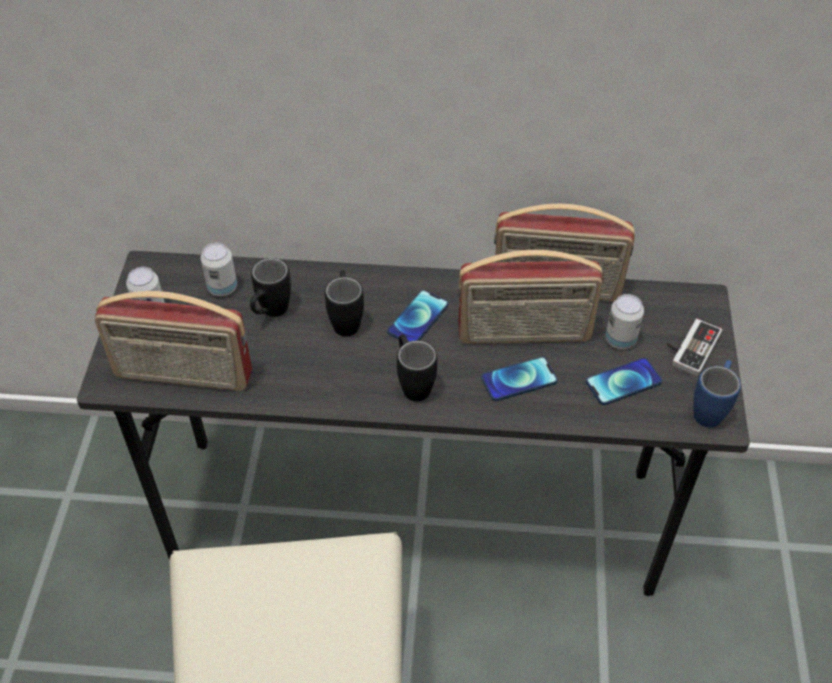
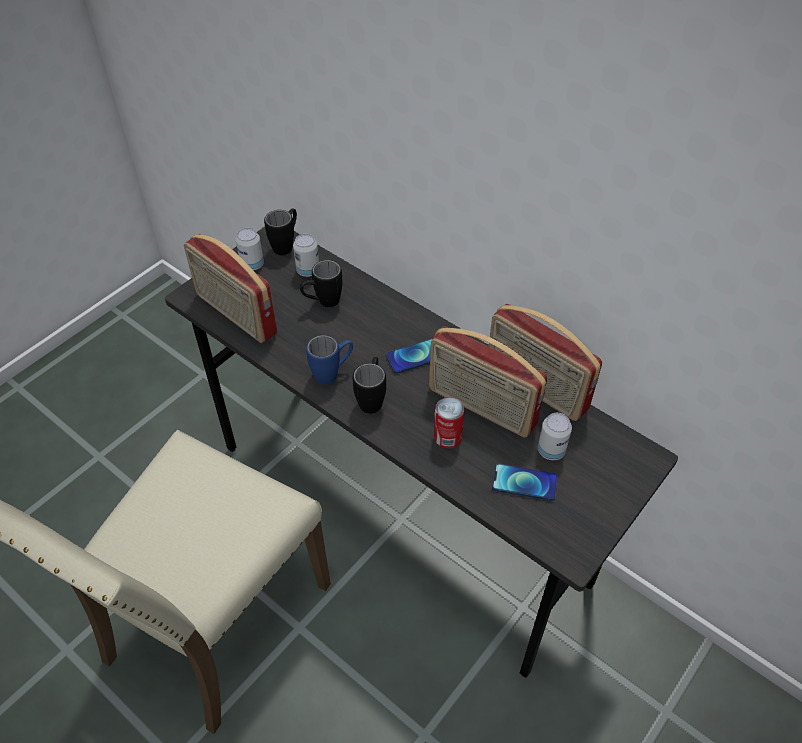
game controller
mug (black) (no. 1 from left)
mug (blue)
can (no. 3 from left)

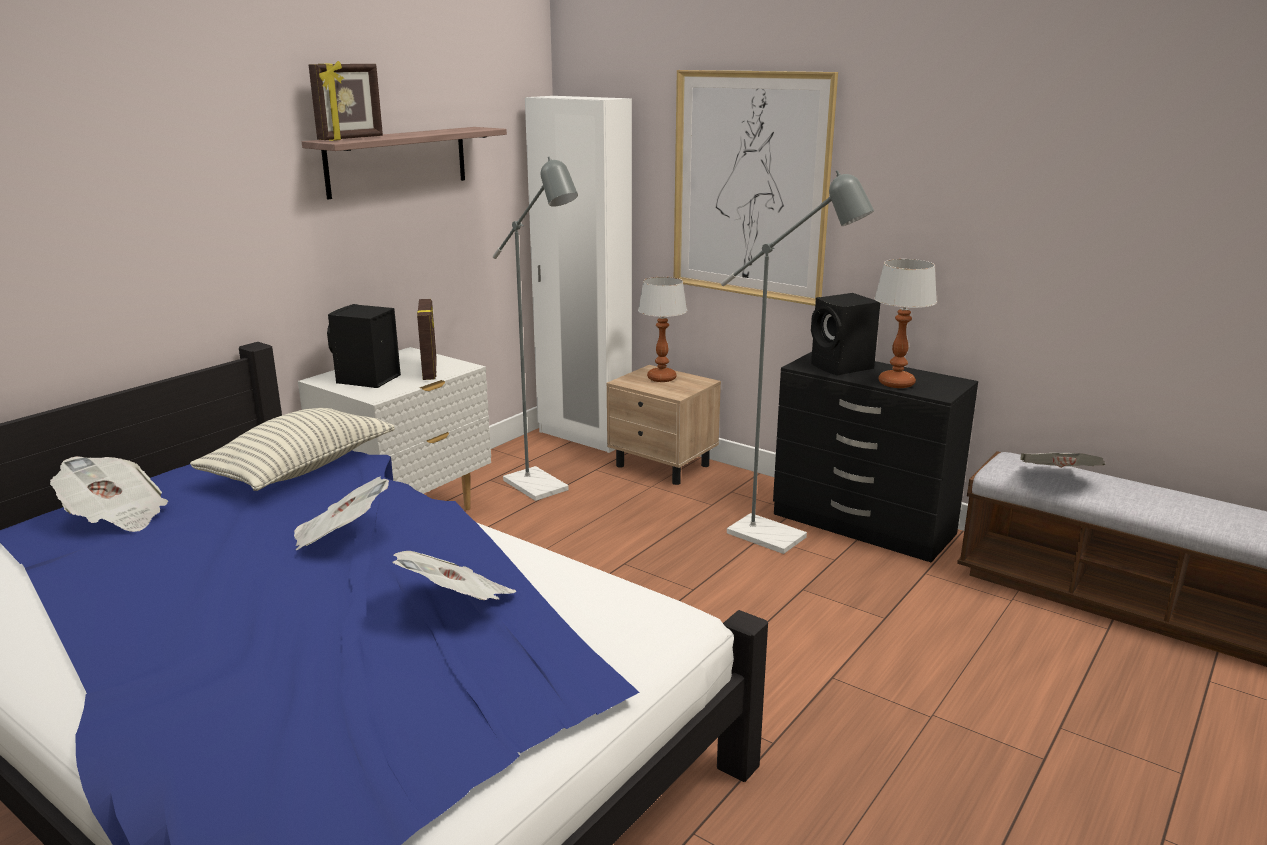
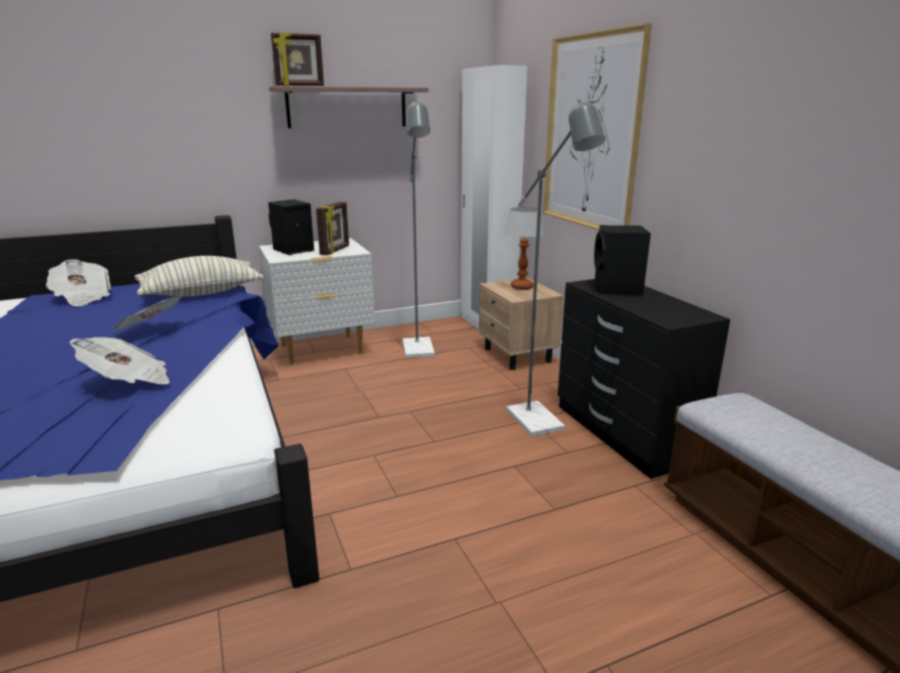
table lamp (no. 2 from left in the first image)
newspaper (no. 4 from left in the first image)

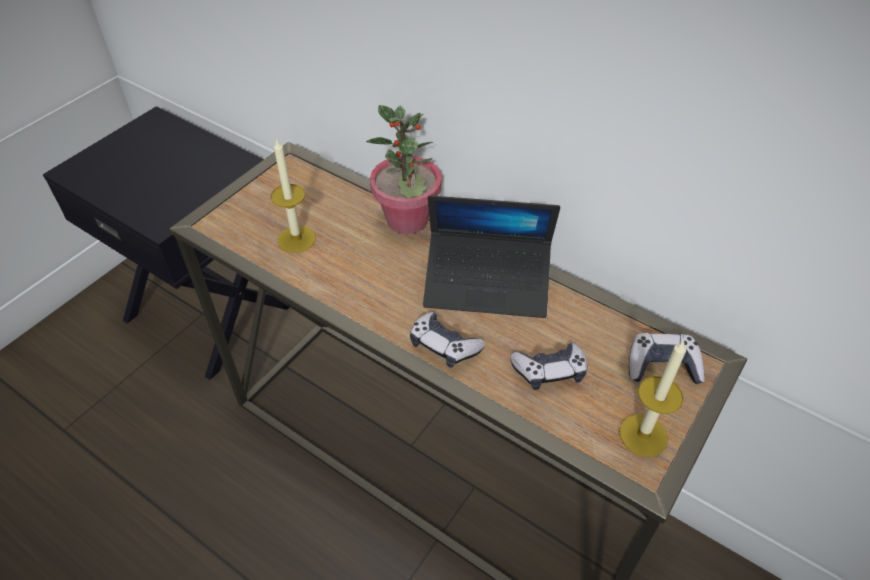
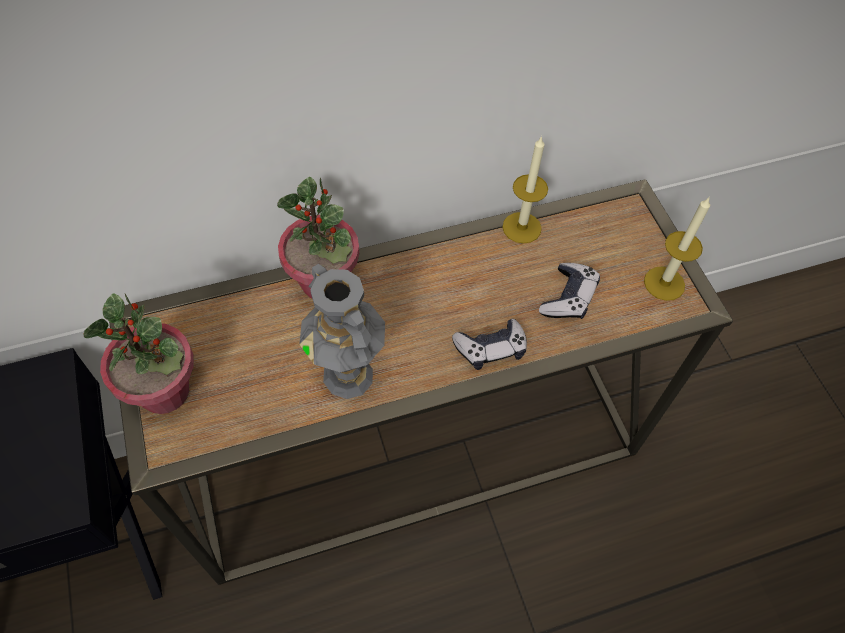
laptop
game controller (no. 3 from left in the first image)
potted plant (no. 1 from left)
vase (grey)
candle (no. 1 from left)

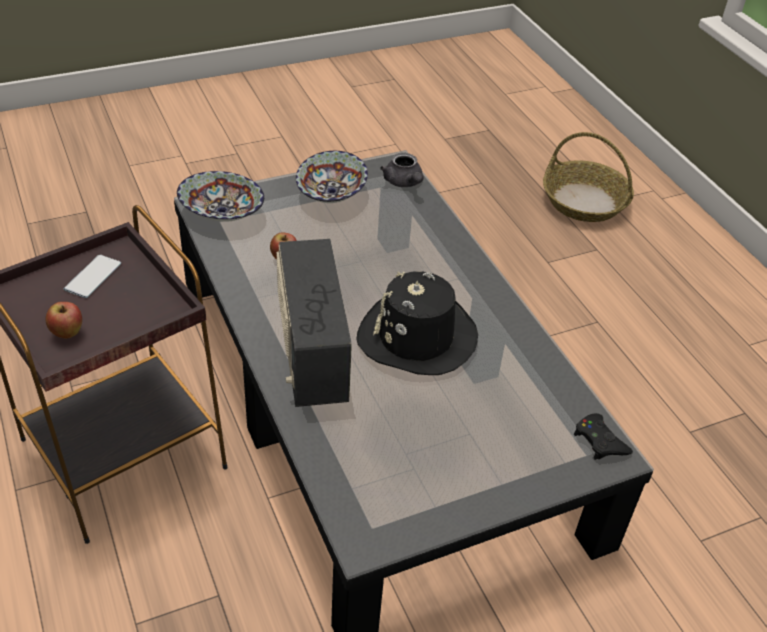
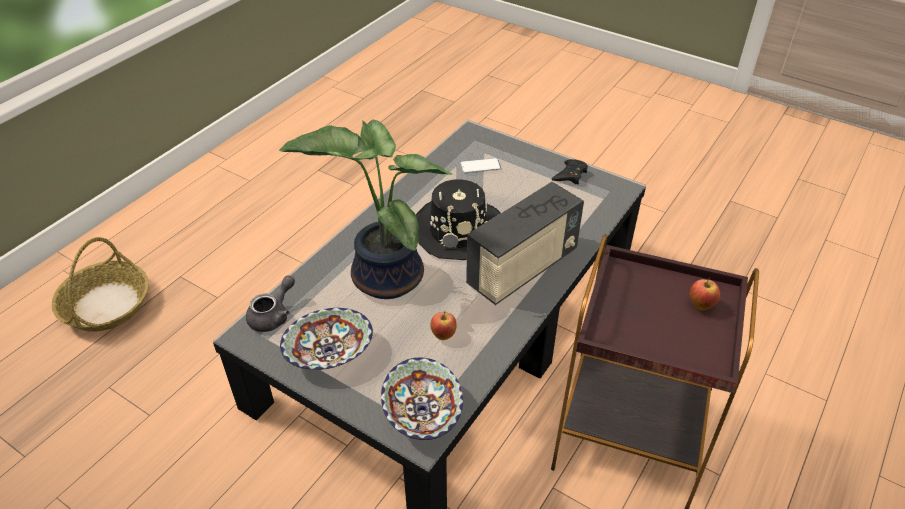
potted plant
phone
game controller (black)

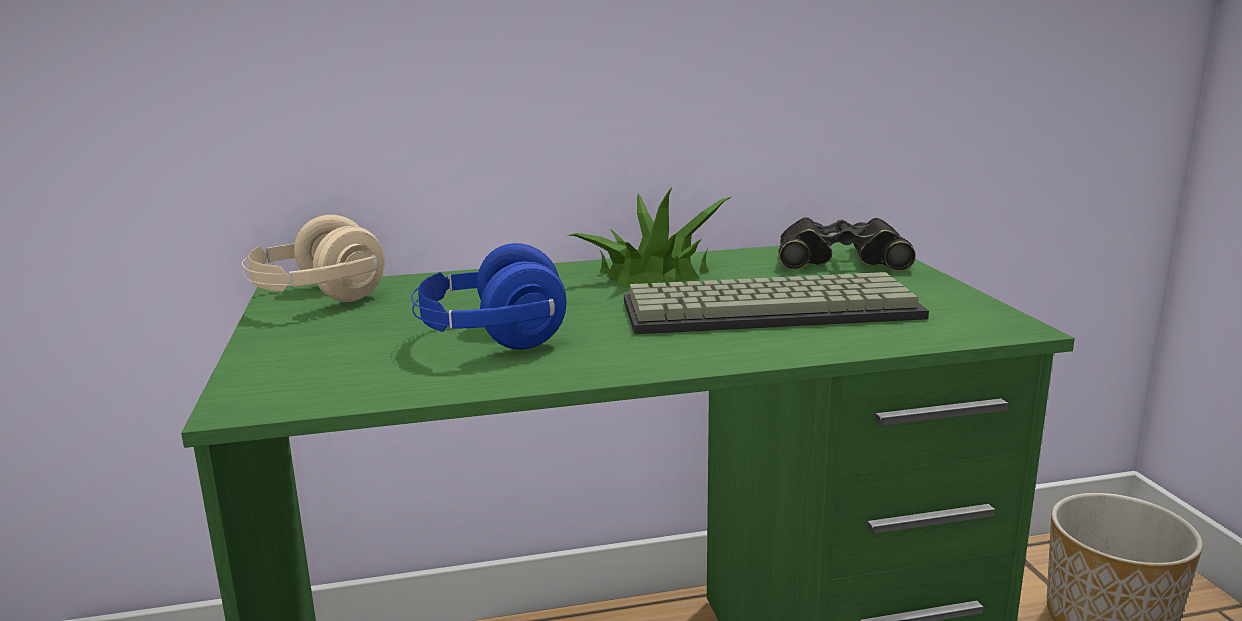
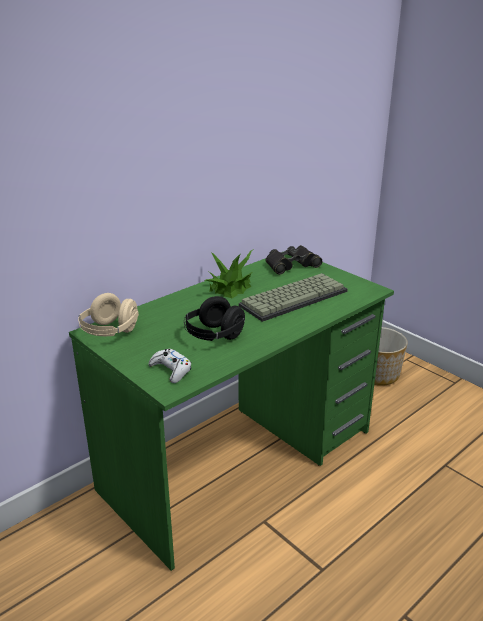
game controller (white)
headphones (black)

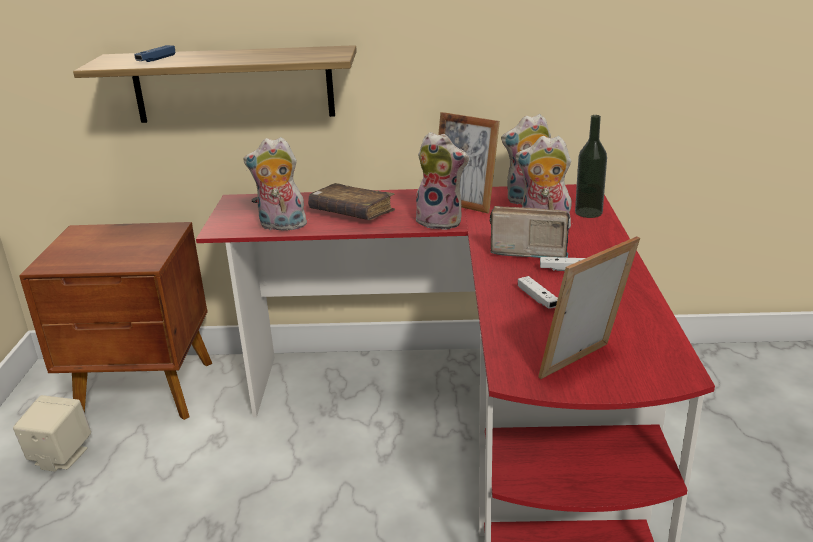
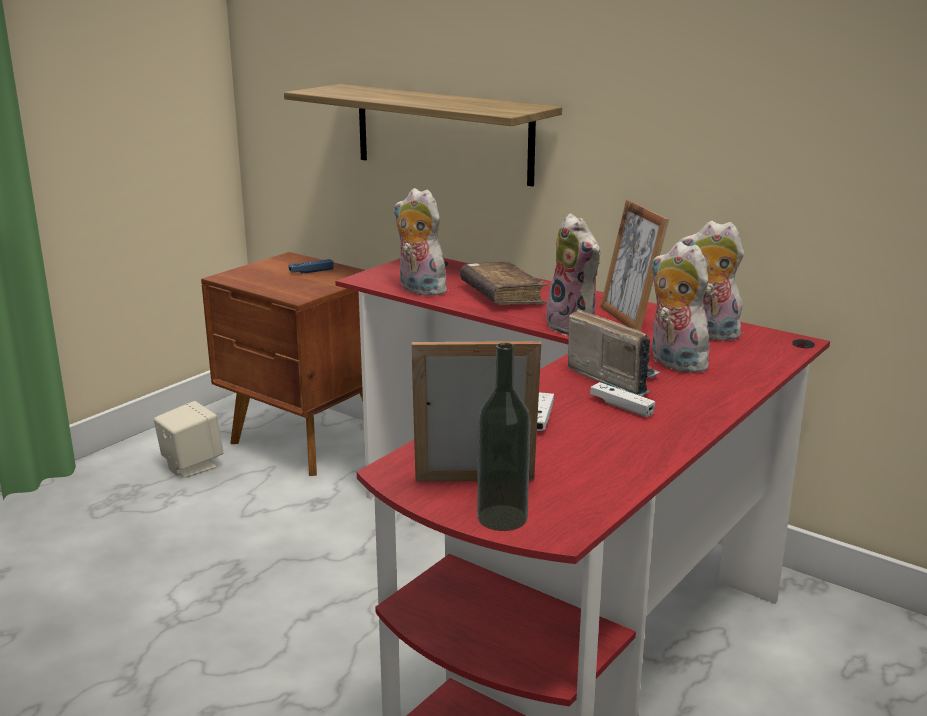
game controller (blue)
bottle

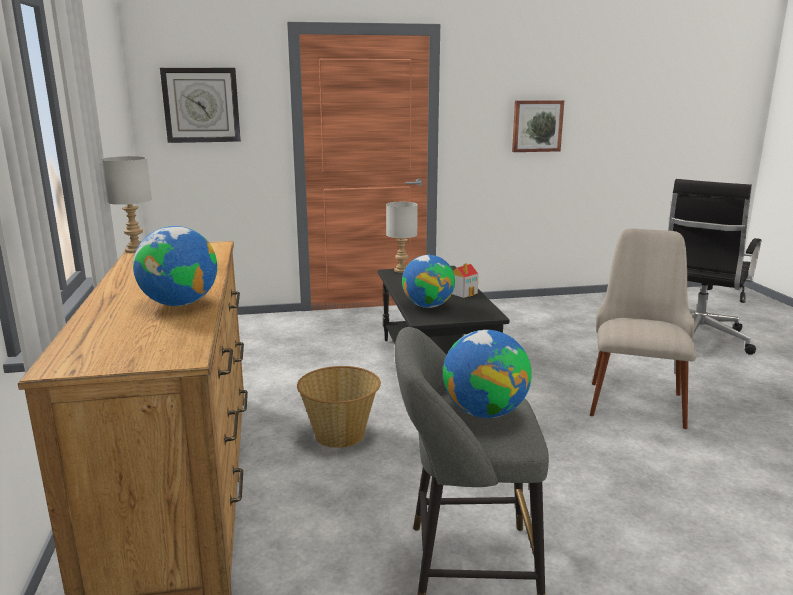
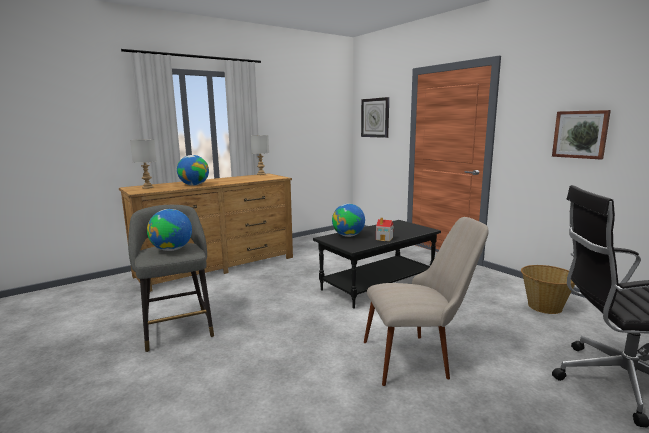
basket
table lamp (grey) (no. 1 from left)

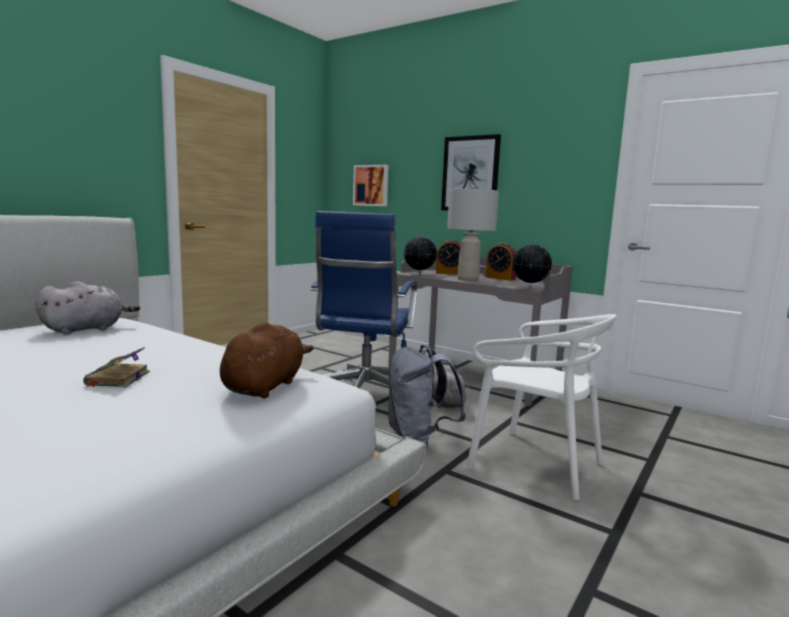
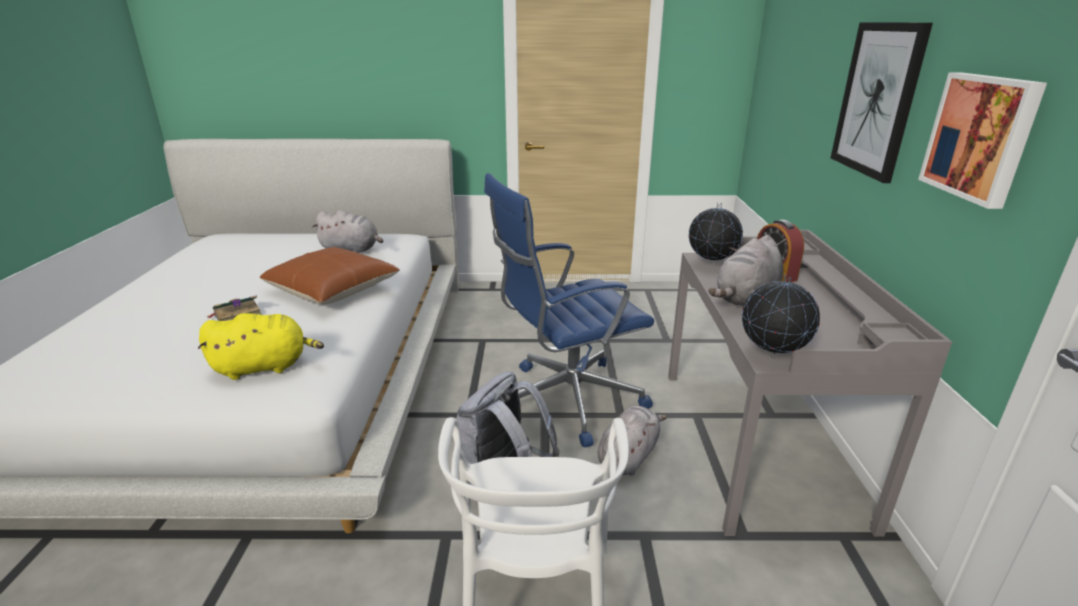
alarm clock (no. 2 from left in the first image)
pillow (brown)
picture (no. 2 from left)
plush toy (grey) (no. 3 from left)
plush toy (yellow)

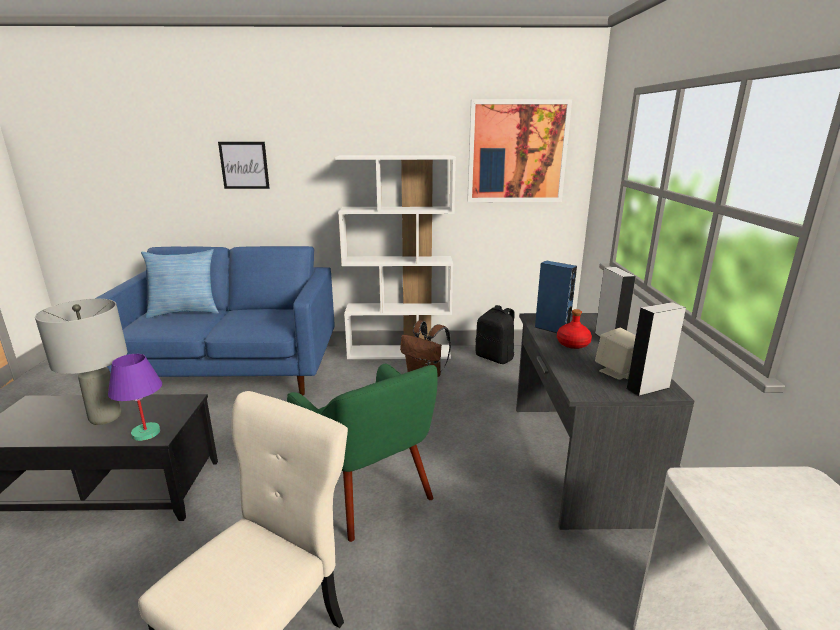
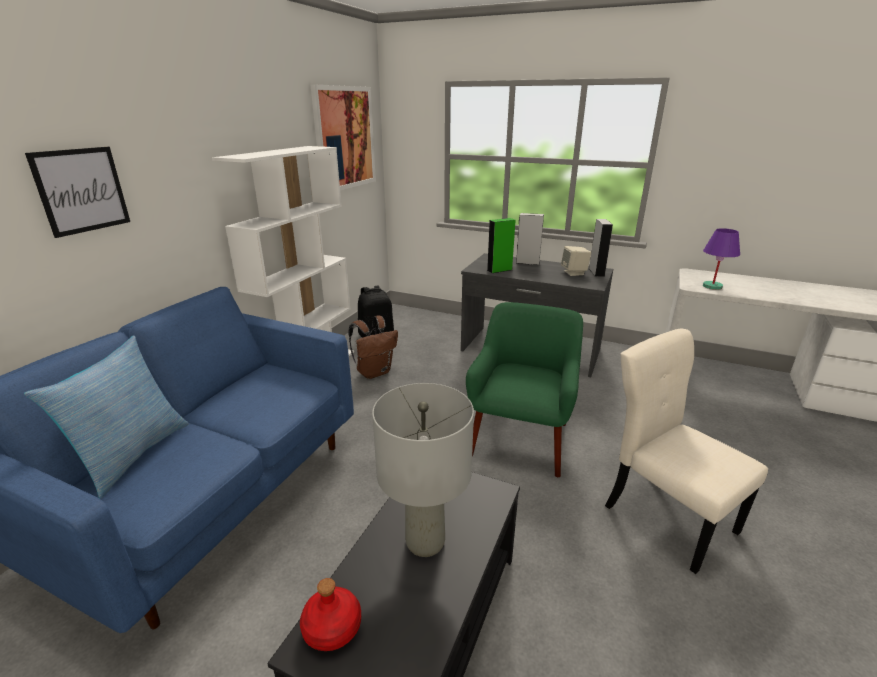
table lamp (purple)
bottle (red)
speaker (green)
armchair (green)

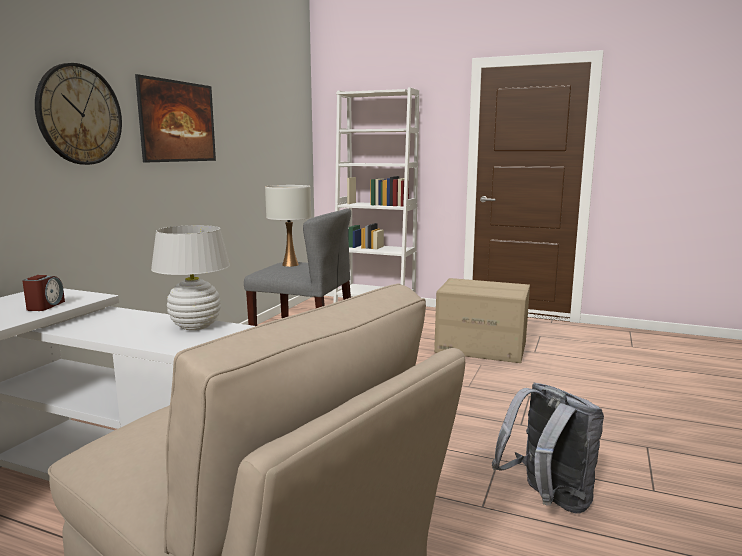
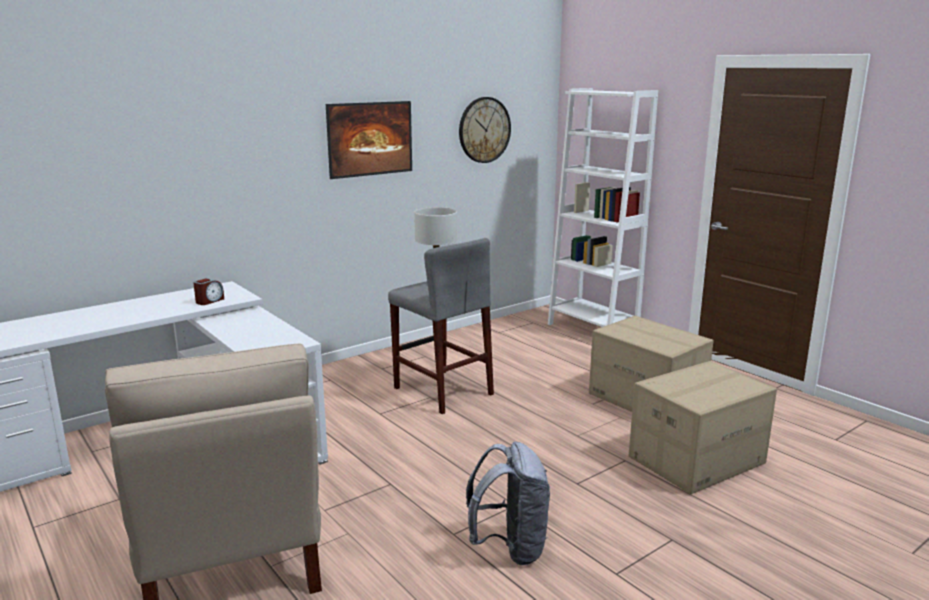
table lamp (white) (no. 1 from left in the first image)
cardboard box (no. 2 from left)
wall clock

